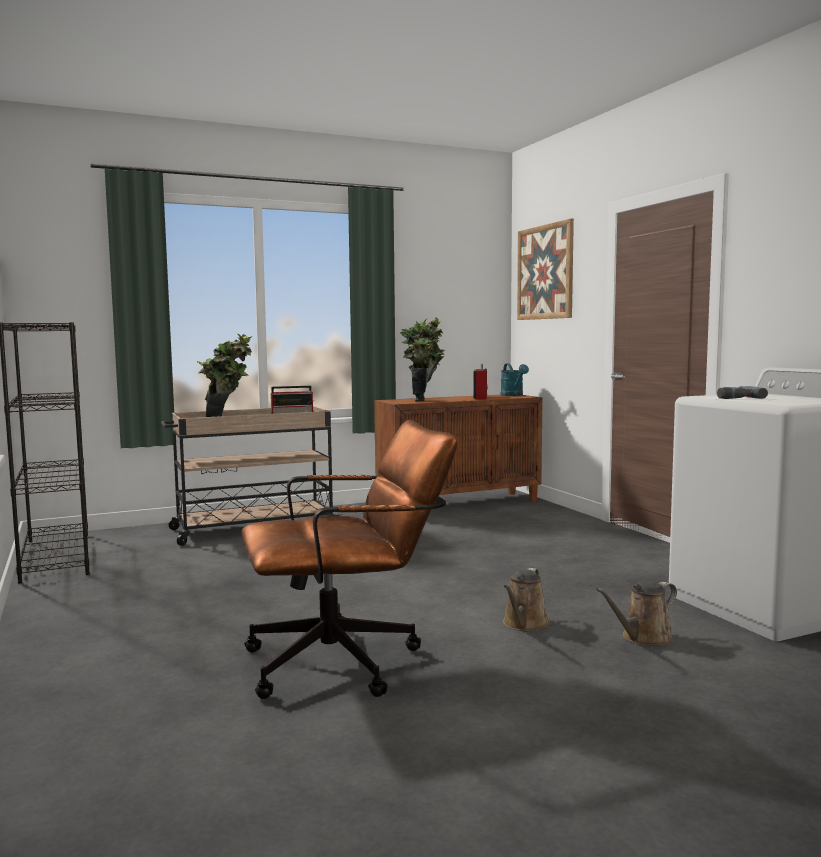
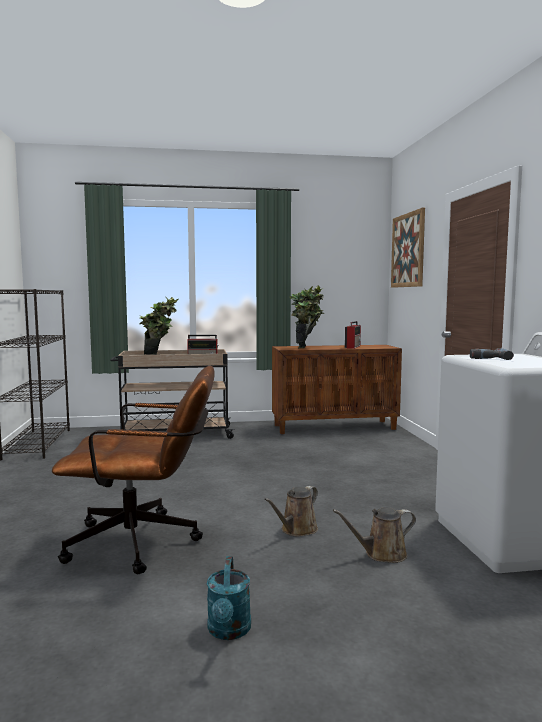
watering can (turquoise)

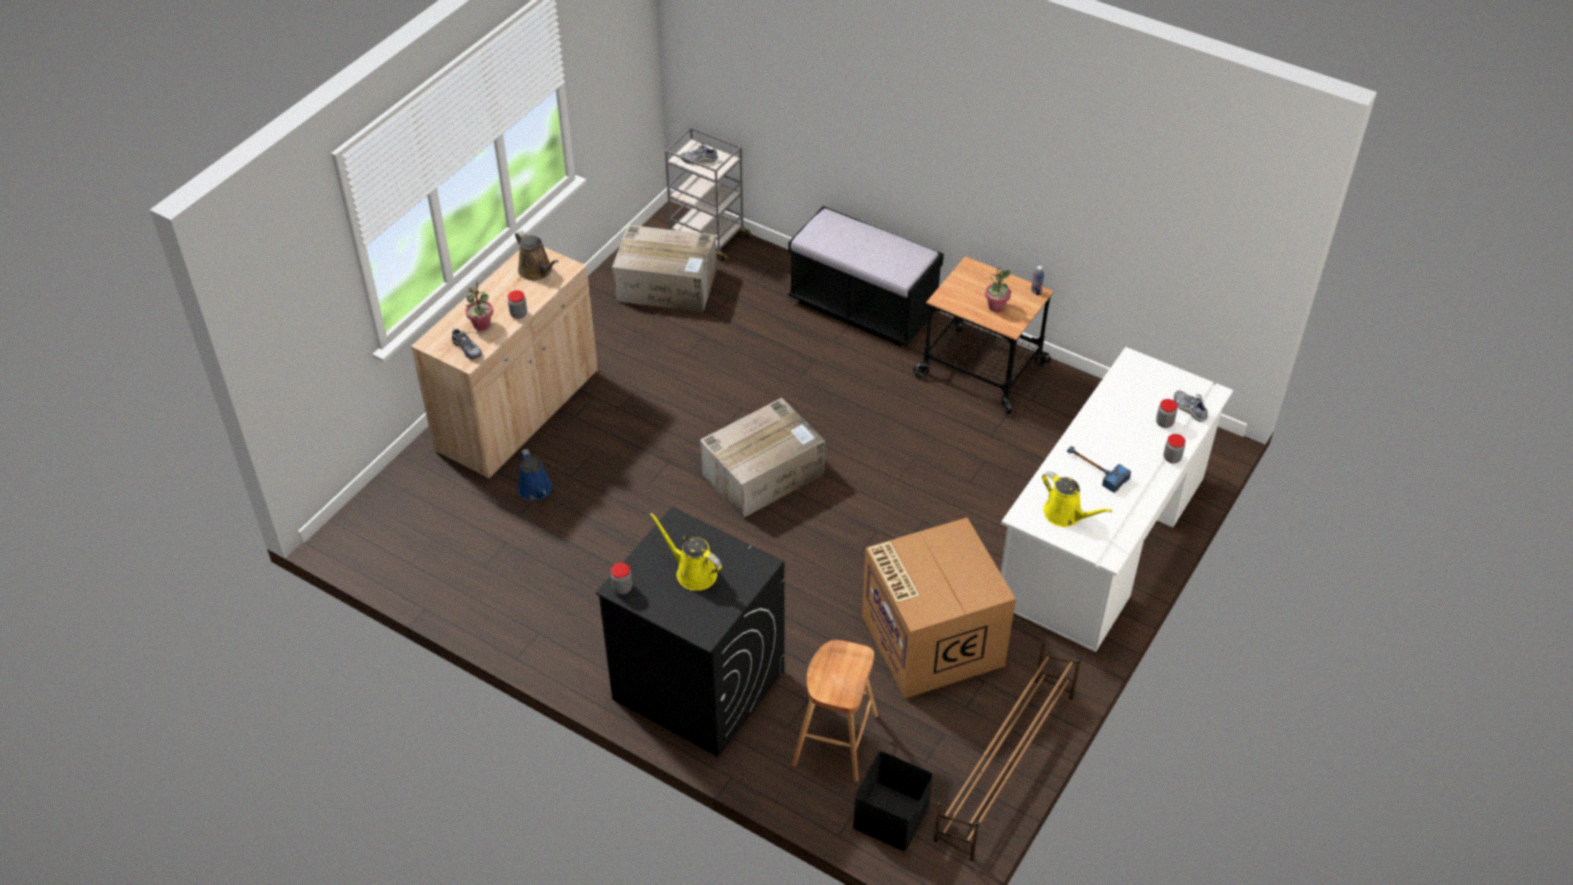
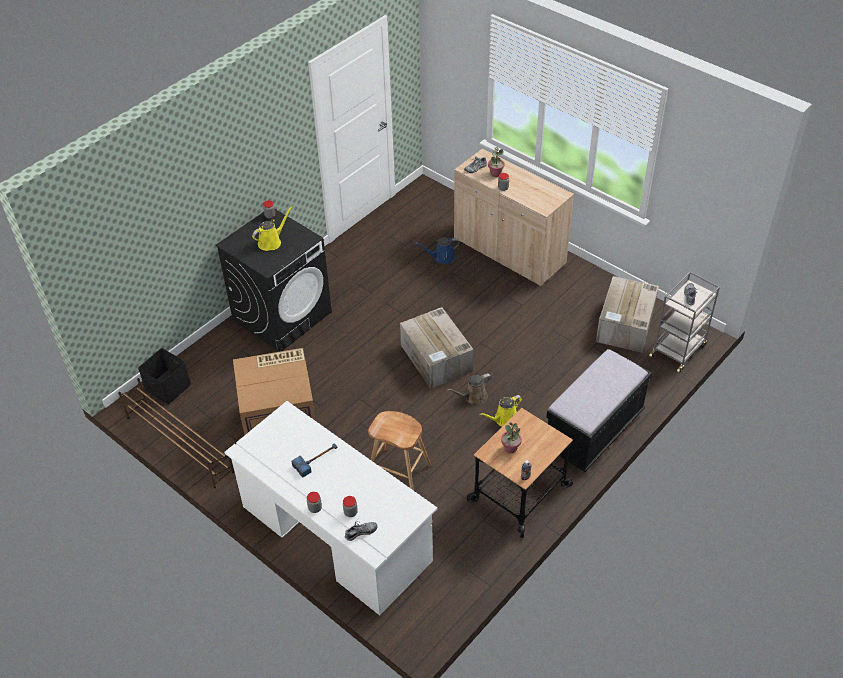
watering can (brown)
stool (brown)
watering can (yellow) (no. 2 from left)

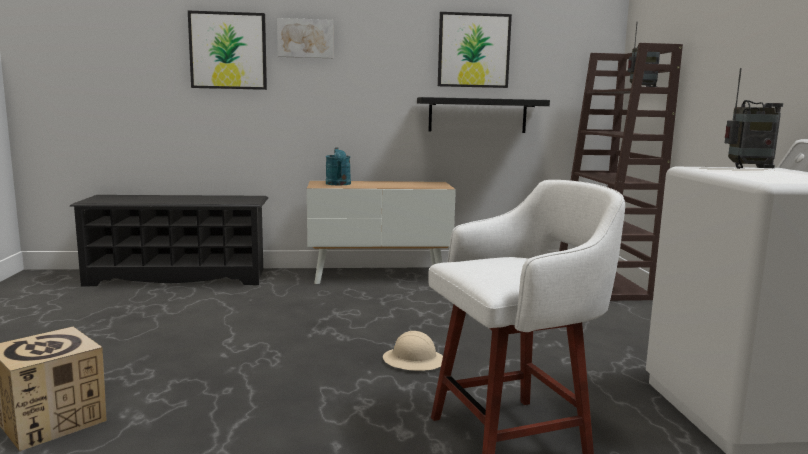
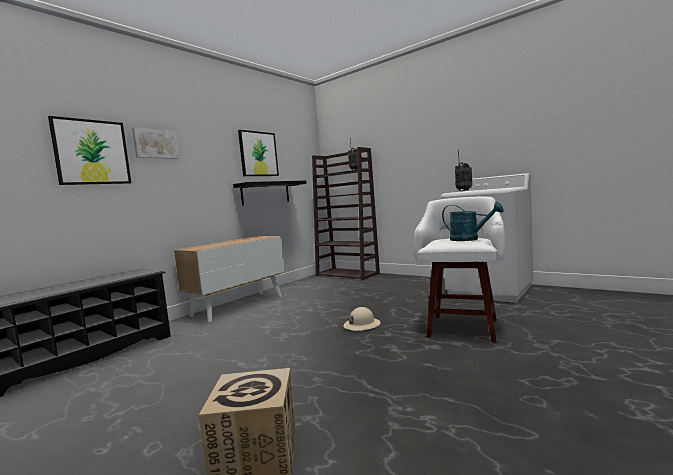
watering can (turquoise)

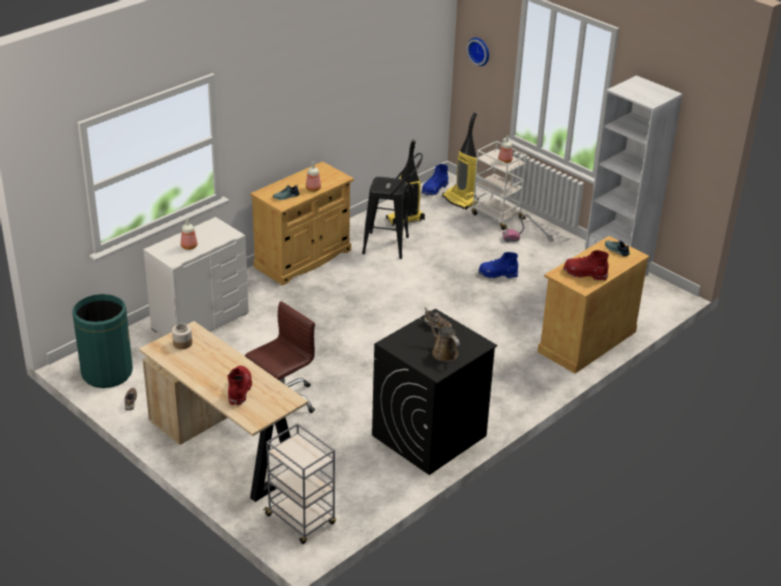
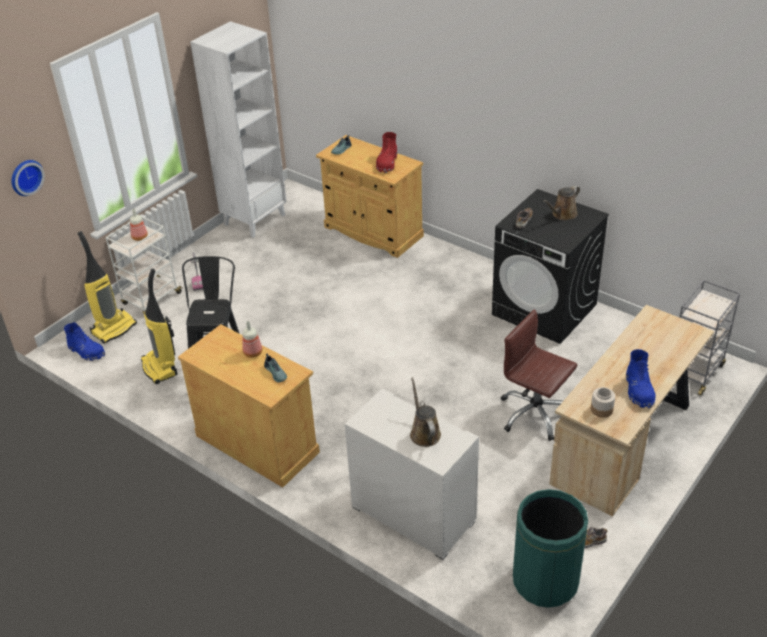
boot (red) (no. 1 from left in the first image)
boot (blue) (no. 2 from left)
watering can (brown) (no. 1 from left)

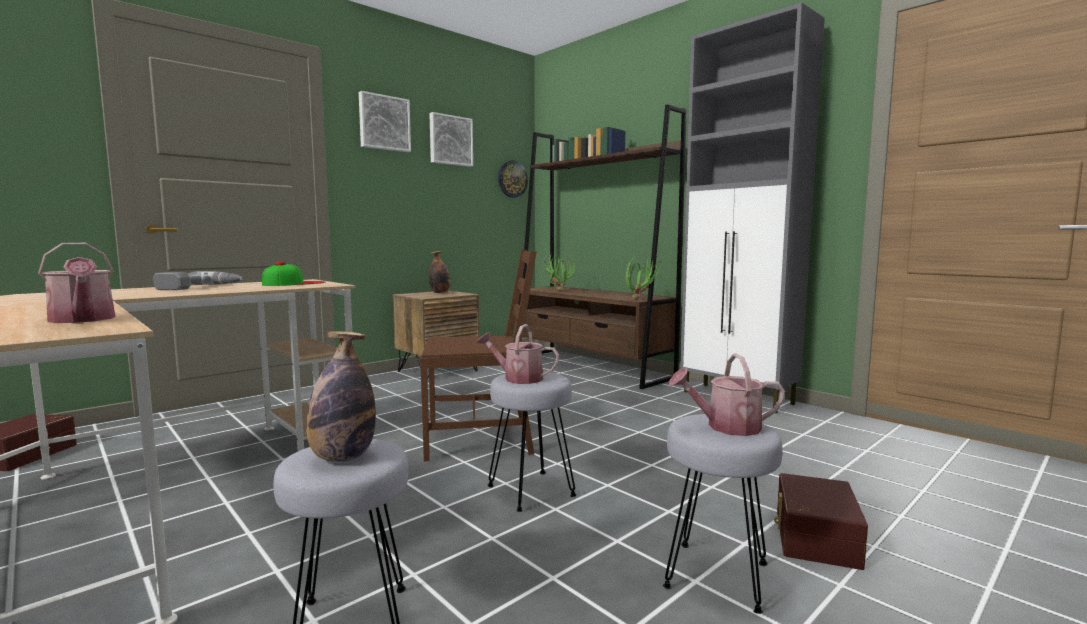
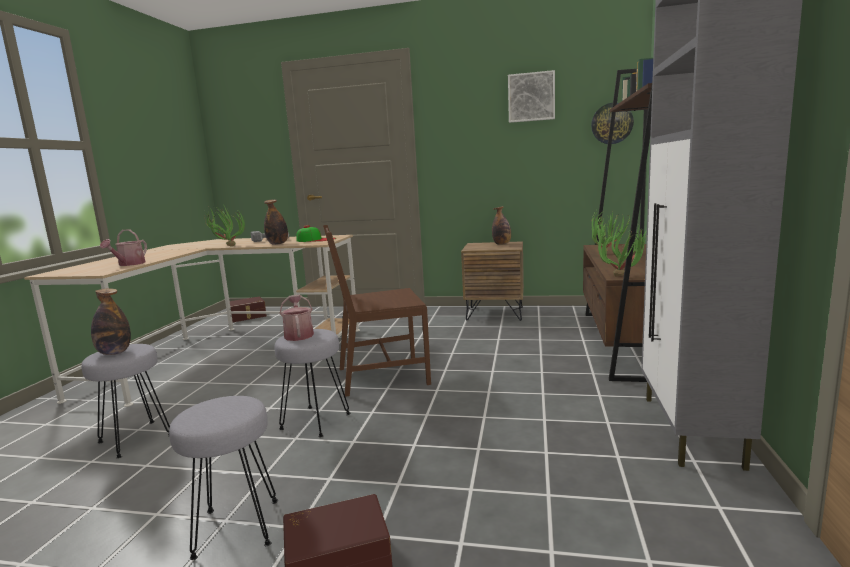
picture (no. 1 from left in the first image)
watering can (no. 3 from left in the first image)
potted plant (no. 1 from left)
bottle (no. 2 from left)
chair (brown)

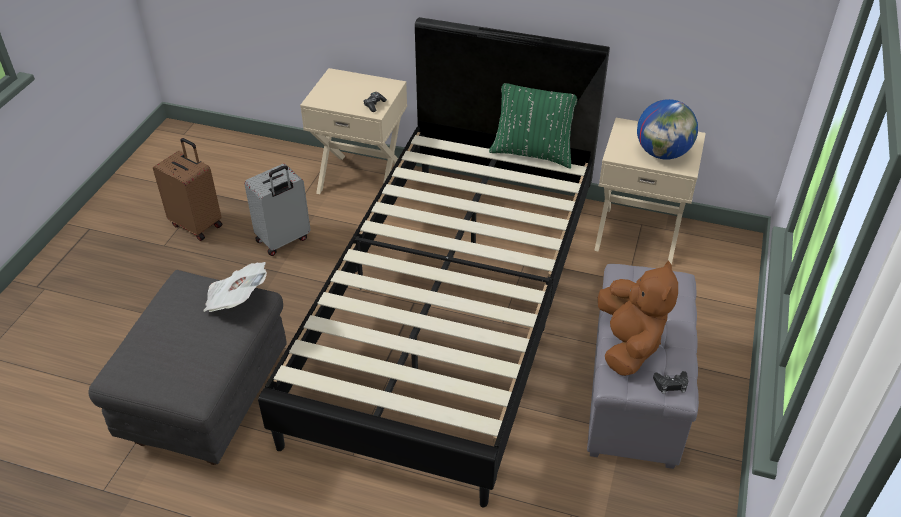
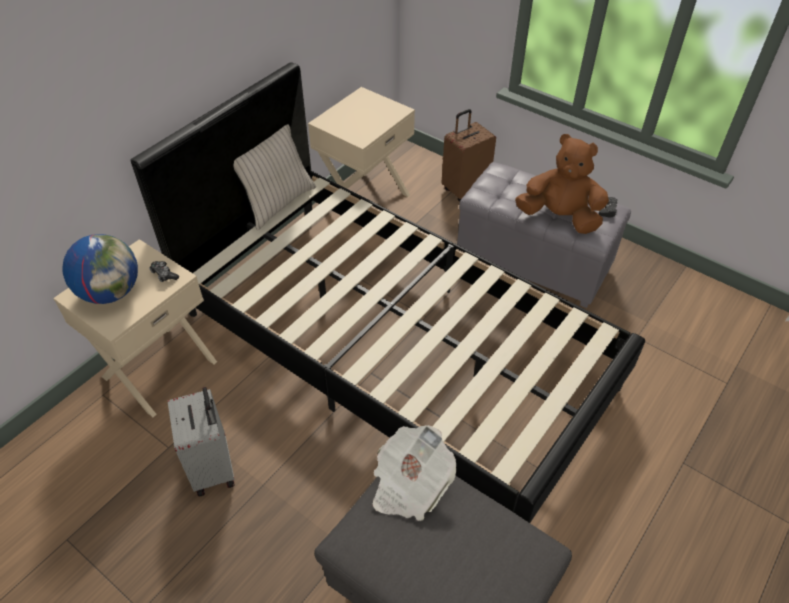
suitcase (brown)
globe
pillow (beige)

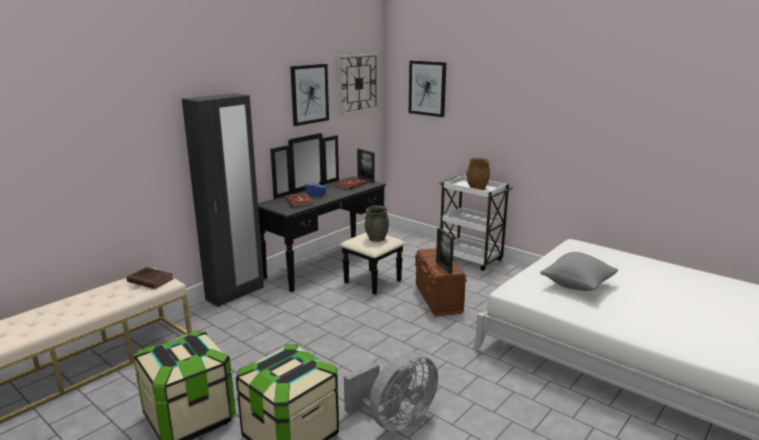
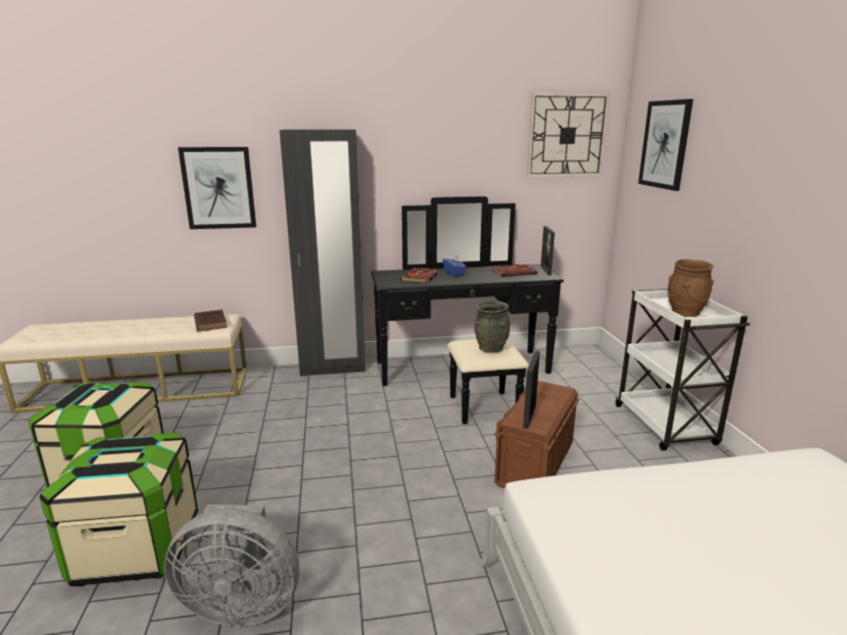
pillow (grey)
picture (no. 1 from left)

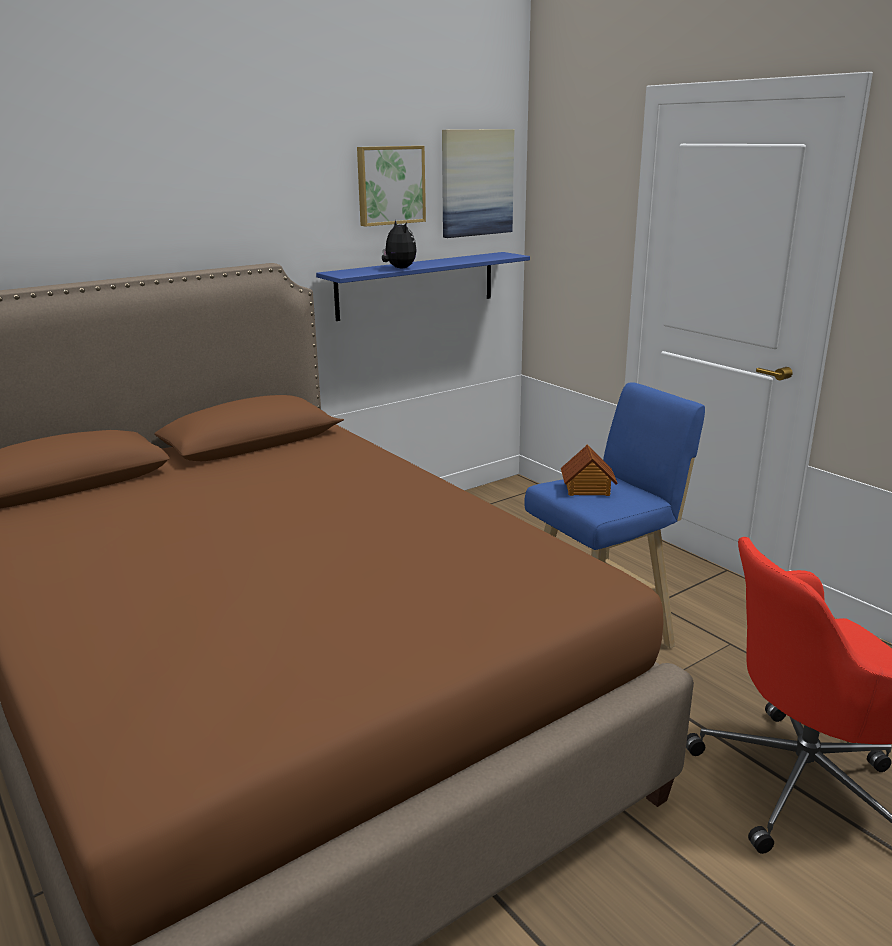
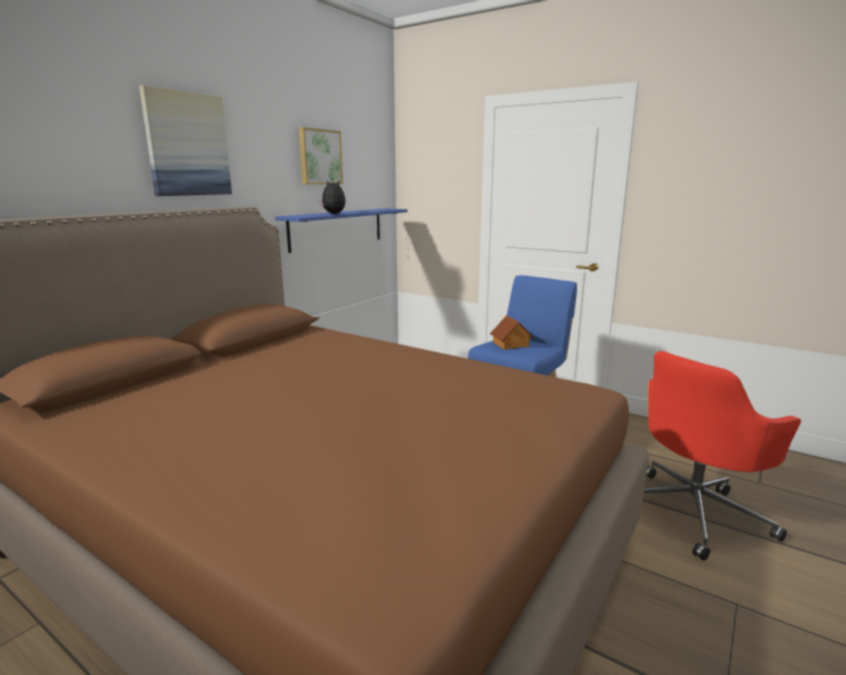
picture (no. 1 from left)

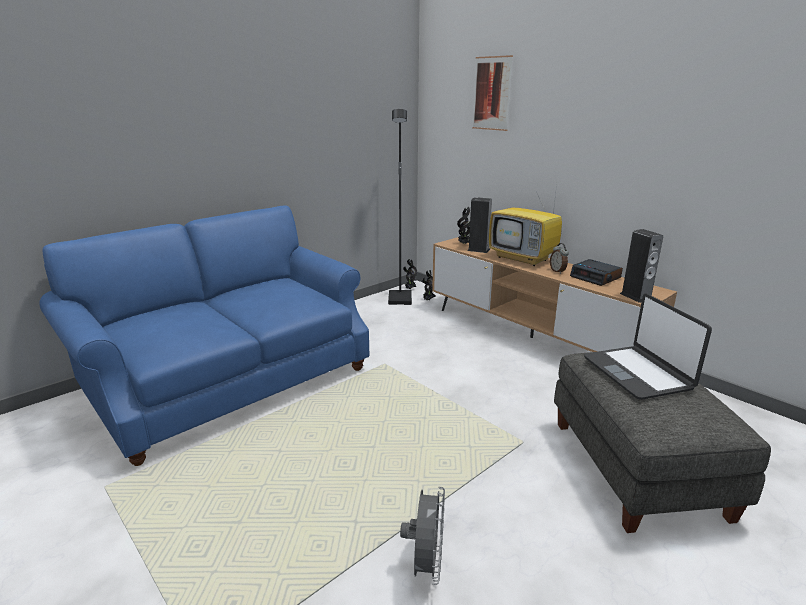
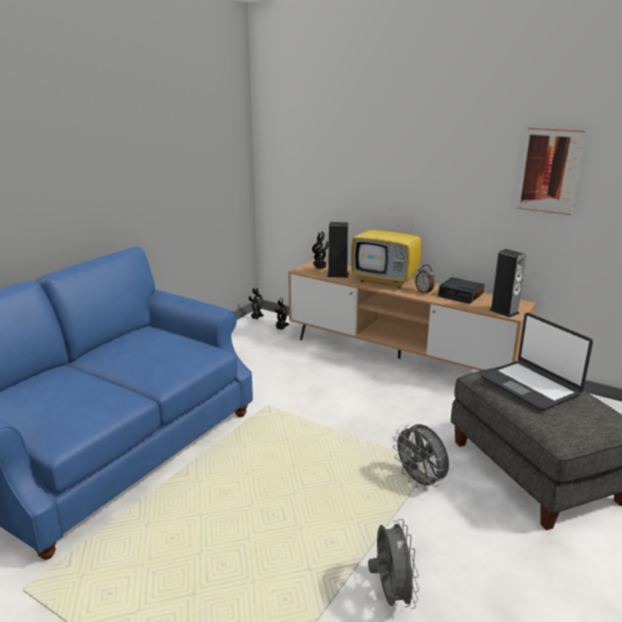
floor lamp (black)
fan (grey) (no. 2 from left)
picture

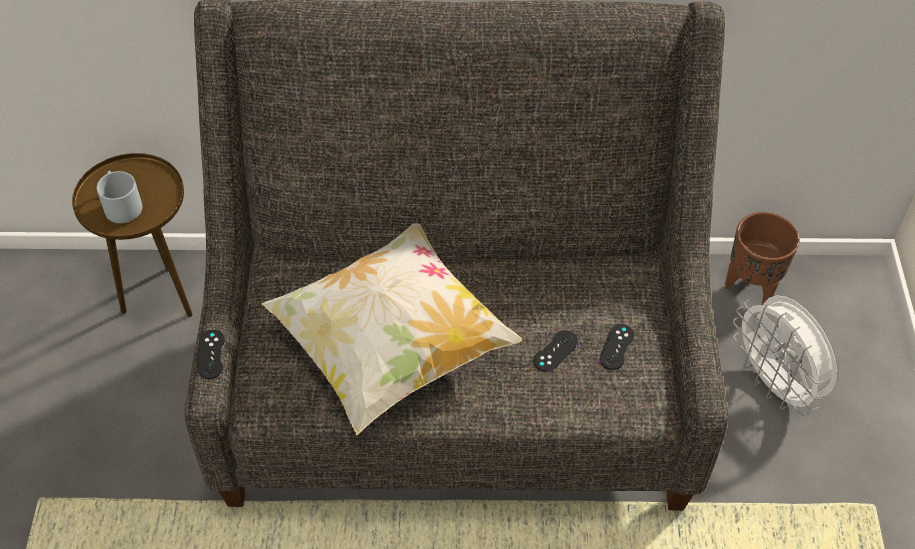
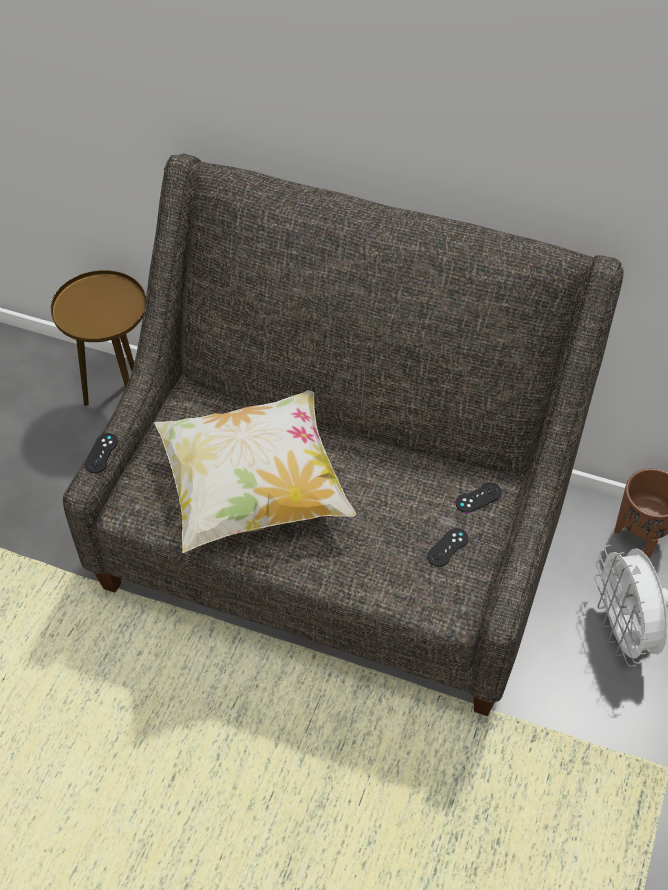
mug (grey)
game controller (black) (no. 3 from left)

